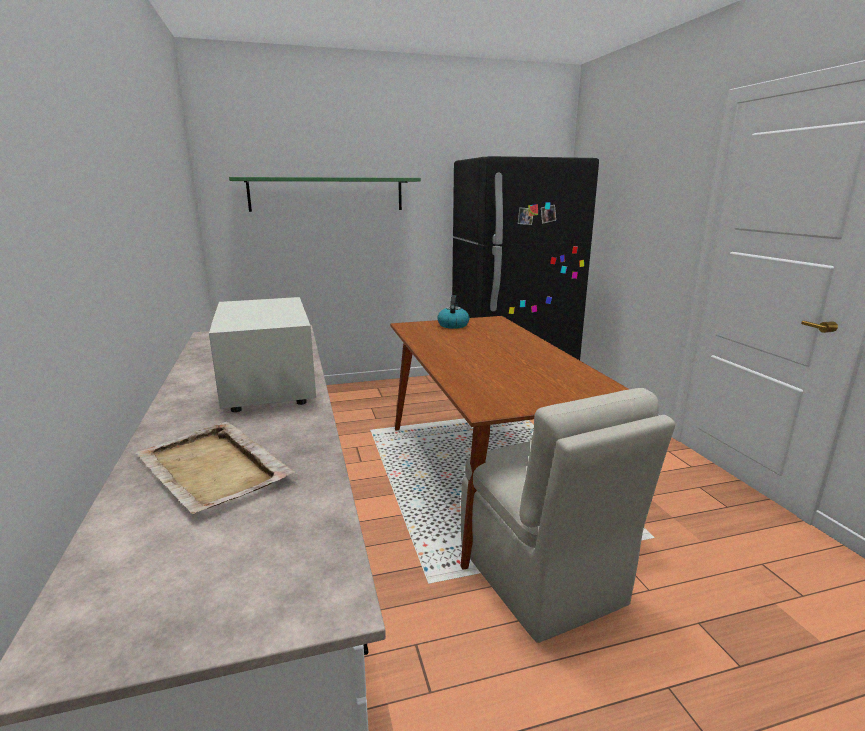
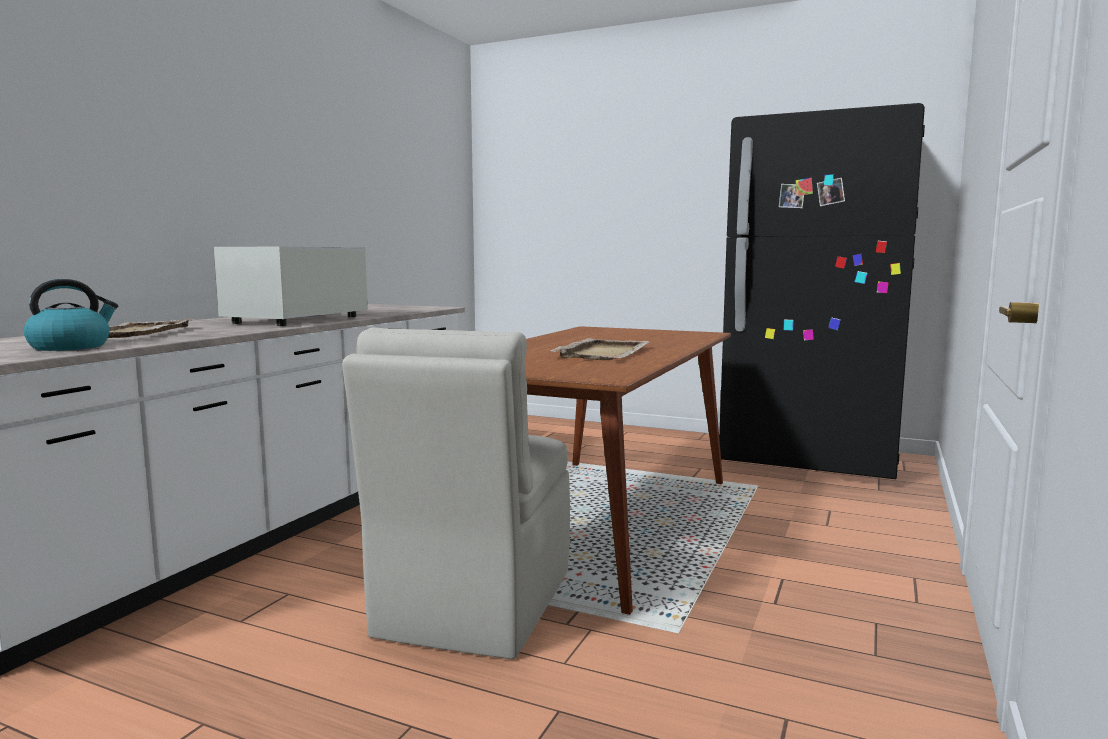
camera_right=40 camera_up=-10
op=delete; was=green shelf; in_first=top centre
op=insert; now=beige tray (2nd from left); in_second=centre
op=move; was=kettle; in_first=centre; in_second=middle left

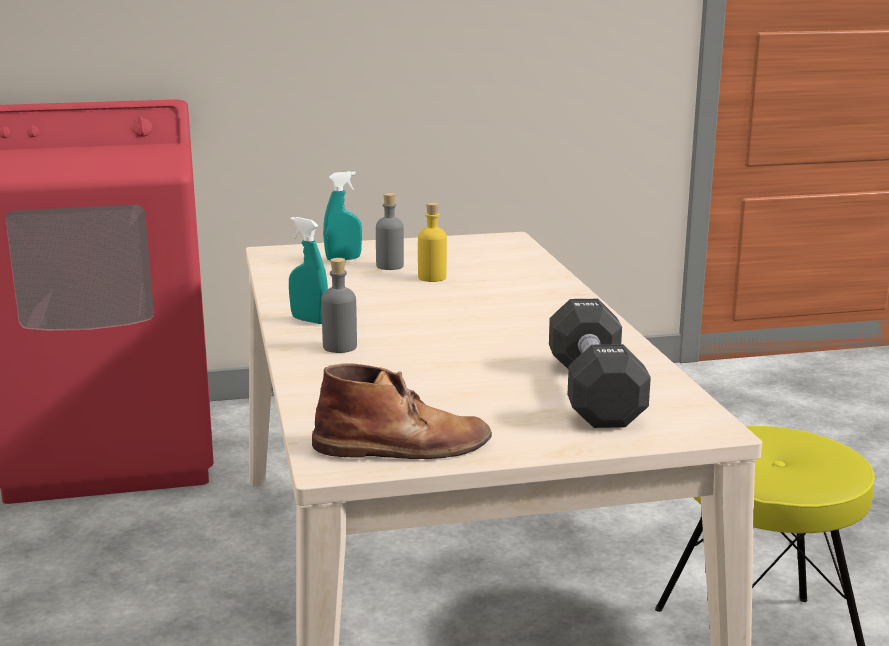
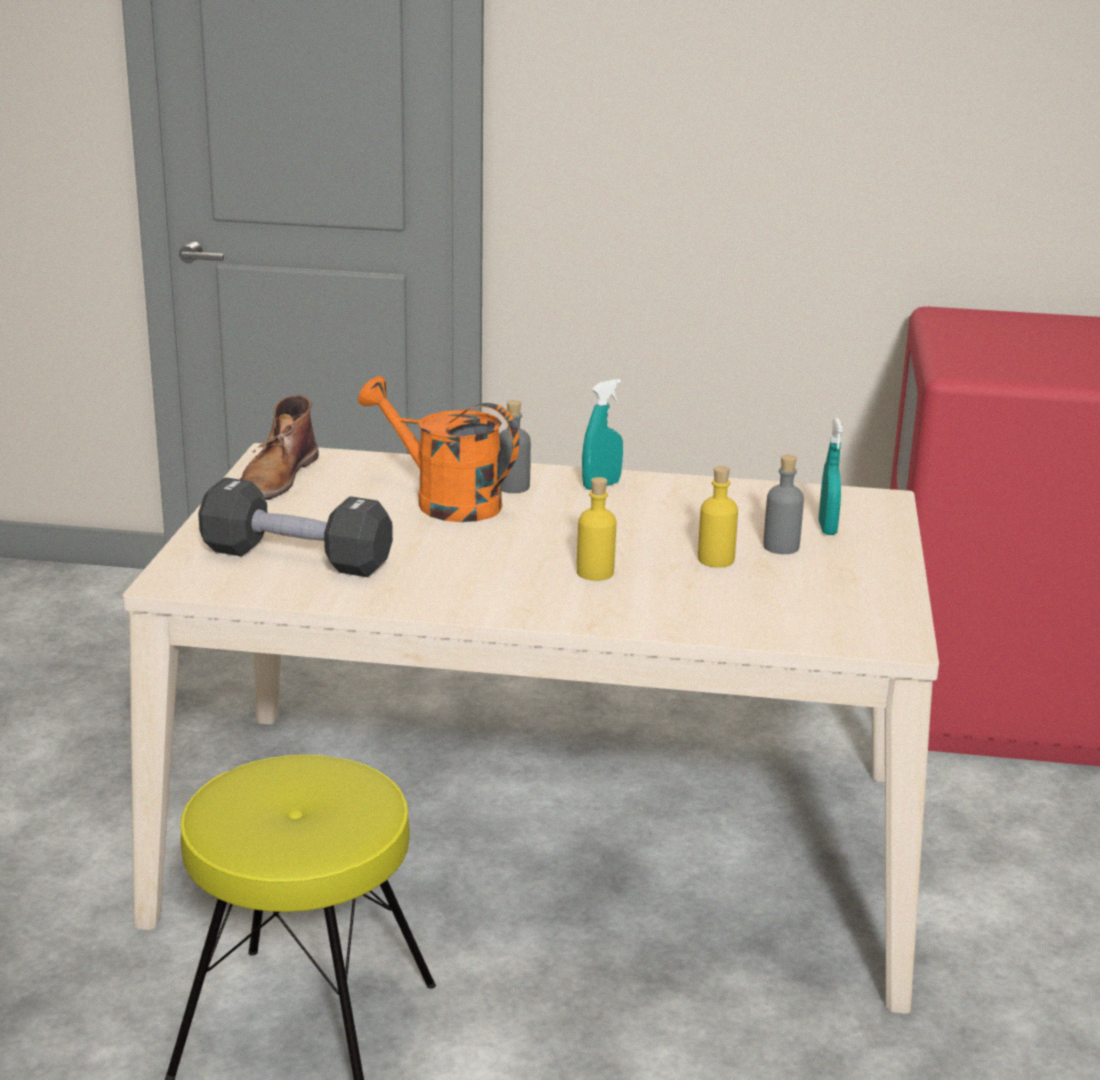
camera_right=110 camera_up=5
op=insert; now=orange watering can; in_second=centre
op=insert; now=yellow bottle (1st from left); in_second=centre

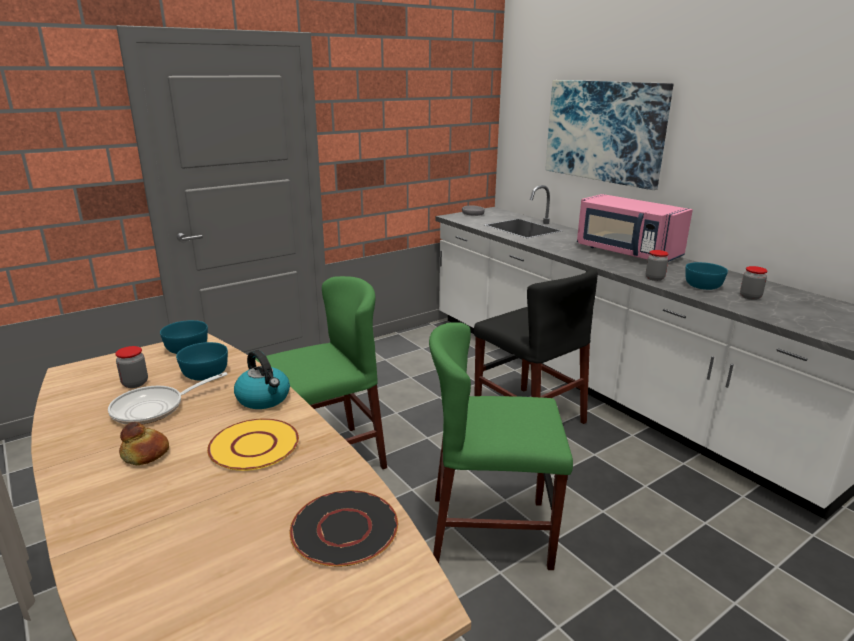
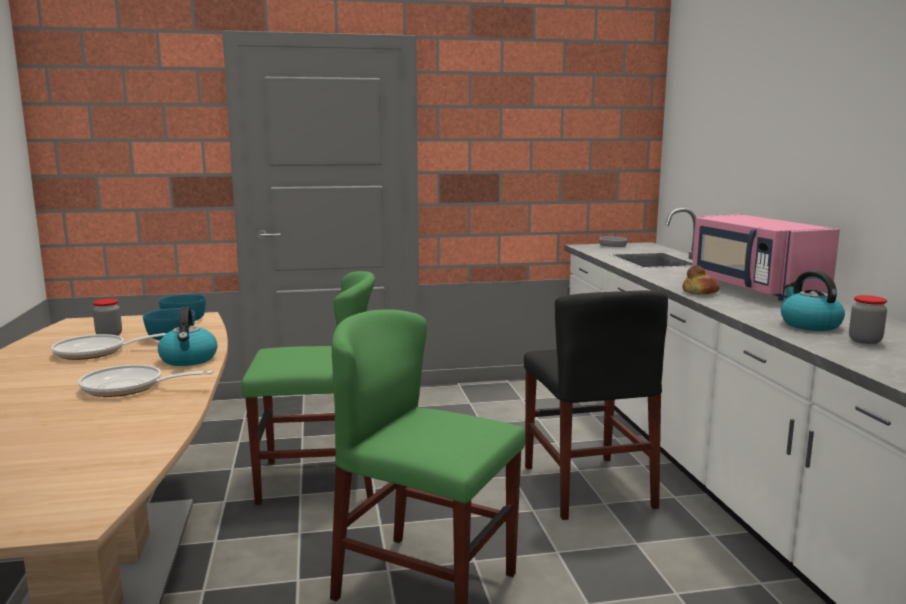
camera_right=25 camera_up=-10
op=delete; was=black plate; in_first=bottom centre
op=delete; was=picture; in_first=top right
op=delete; was=jar (2nd from left); in_first=middle right
op=move; was=bread; in_first=bottom left; in_second=middle right
op=replace; was=yellow plate; now=frying pan (2nd from left); in_first=bottom left; in_second=middle left
op=replace; was=turquoise bowl (3rd from left); now=kettle (2nd from left); in_first=middle right; in_second=middle right

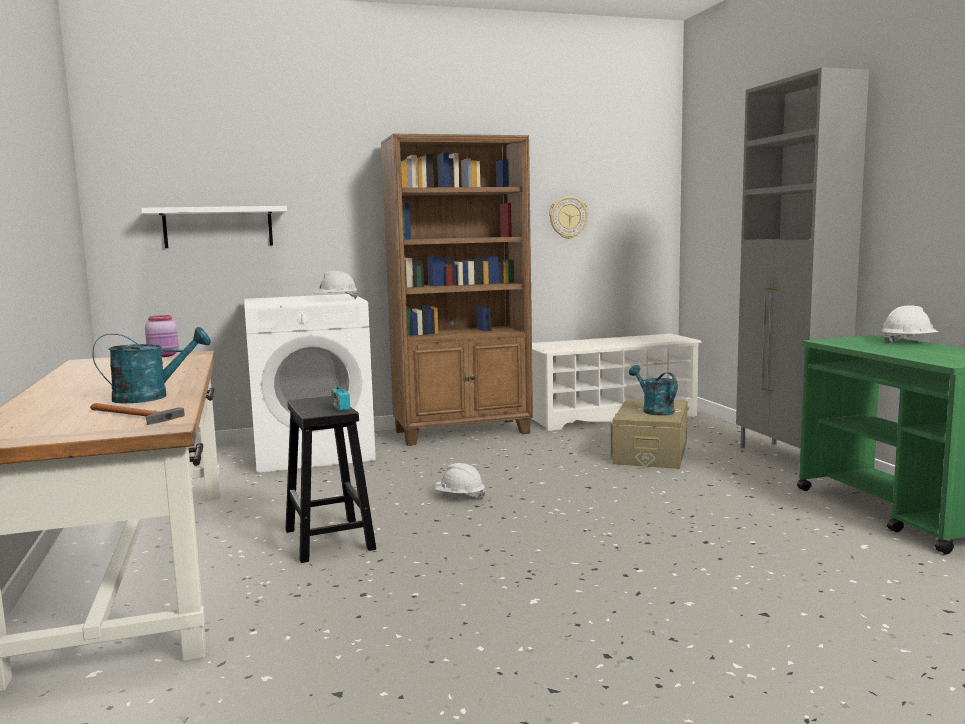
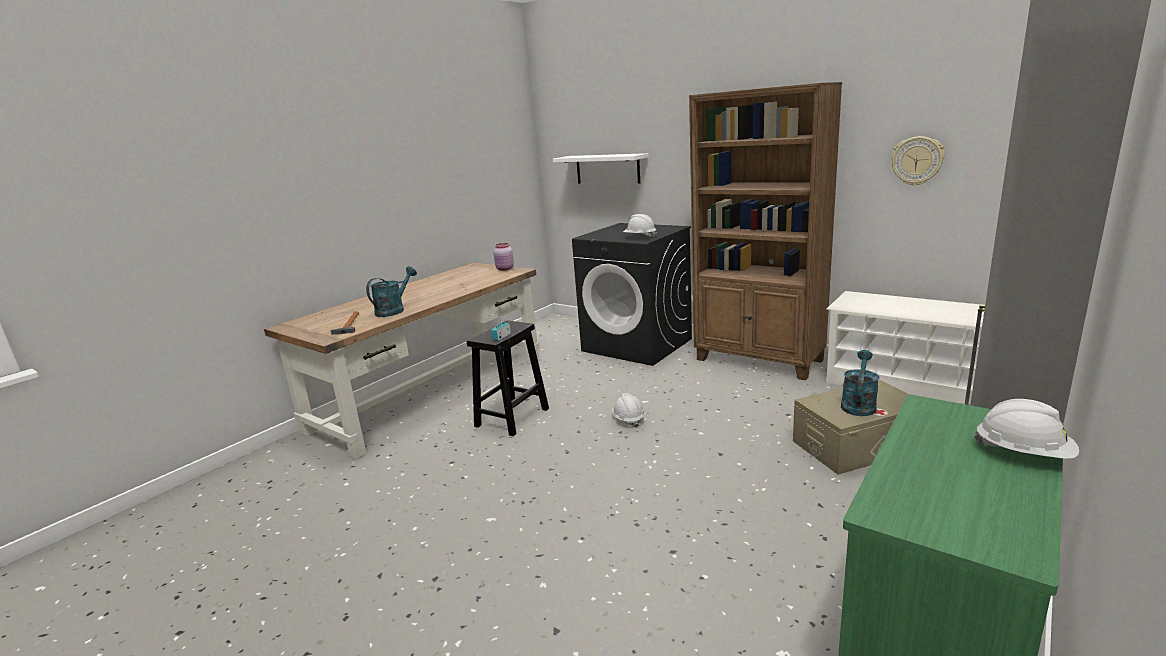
camera_right=55 camera_up=10
op=recolor; was=white washing machine; now=black washing machine; in_first=middle left; in_second=centre
op=rotate; was=turquoise watering can (1st from left); in_first=middle left; in_second=centre; clockwise=-90

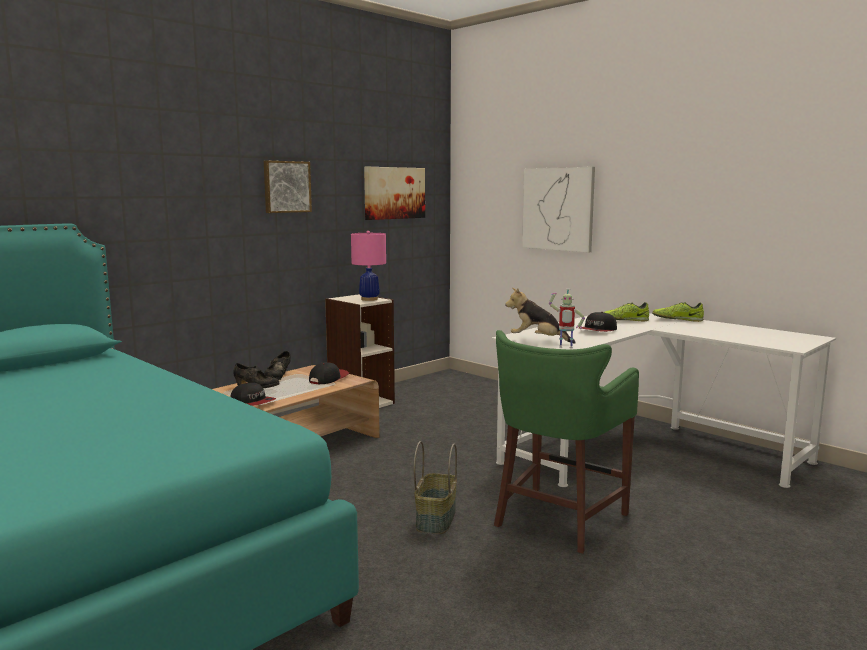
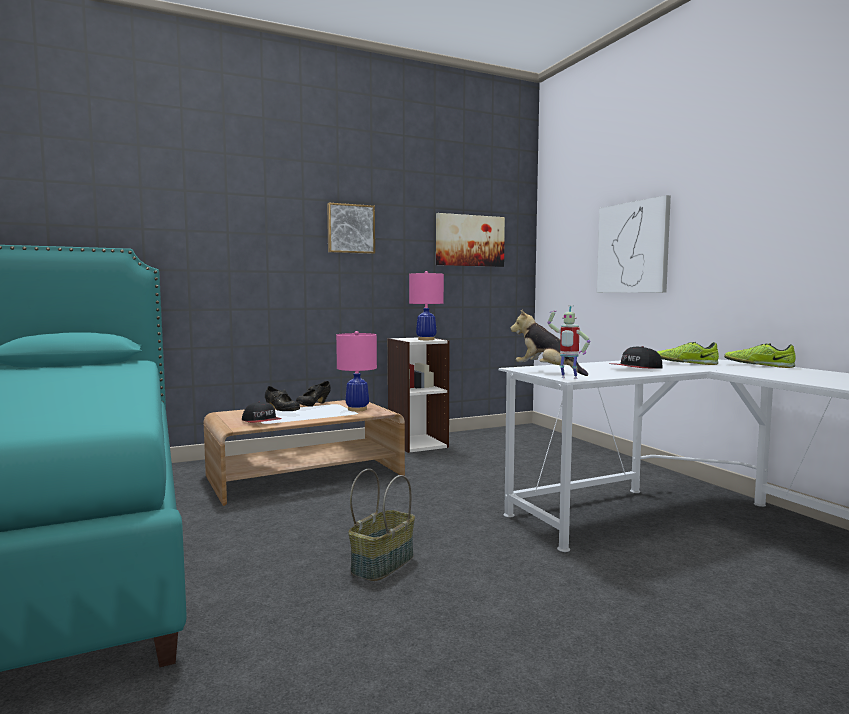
camera_right=20 camera_up=-5
op=delete; was=green stool; in_first=bottom centre
op=replace; was=cap (2nd from left); now=pink table lamp (1st from left); in_first=centre; in_second=centre

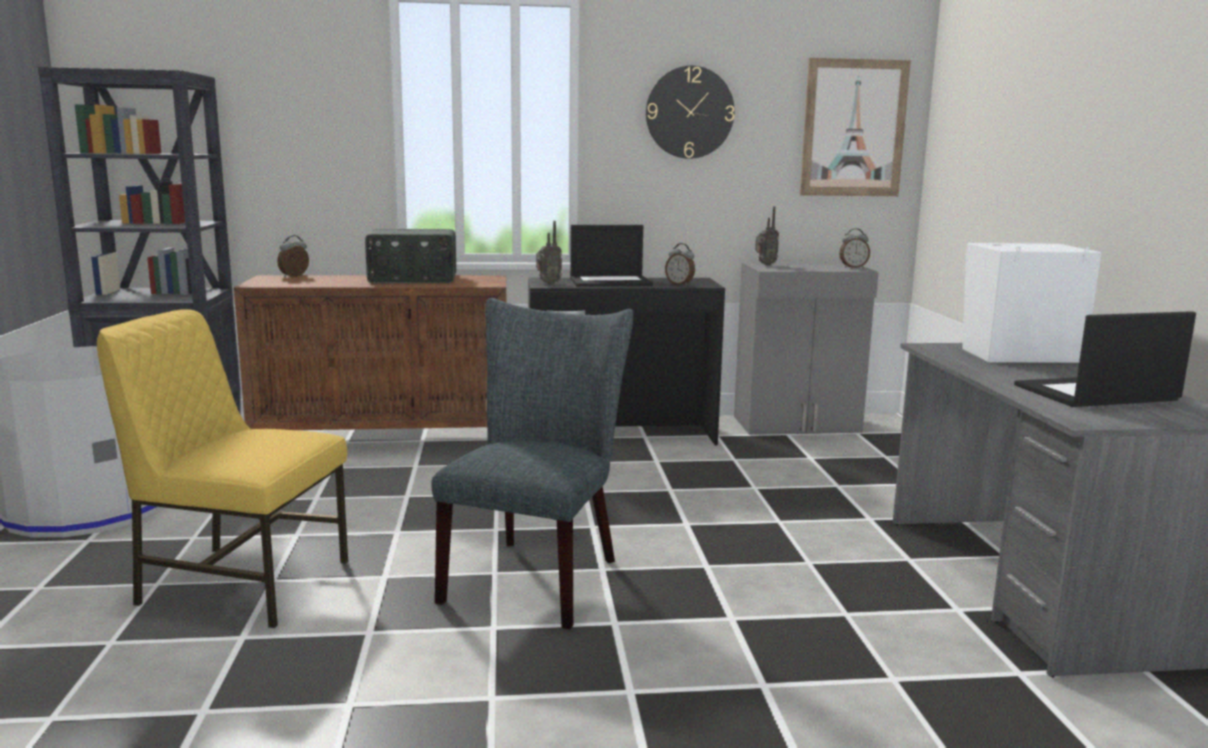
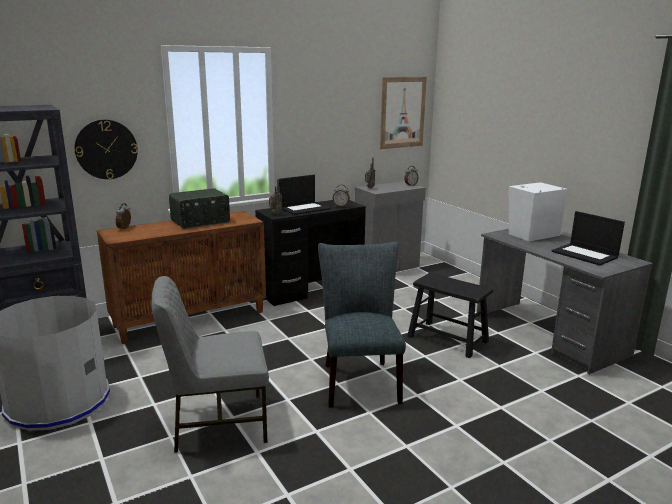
camera_right=-25 camera_up=5
op=insert; now=black stool; in_second=middle right
op=move; was=wall clock; in_first=top centre; in_second=top left
op=recolor; was=yellow chair; now=grey chair (1st from left); in_first=middle left; in_second=bottom left
op=rotate; was=laptop (2nd from left); in_first=middle right; in_second=middle right; clockwise=-90

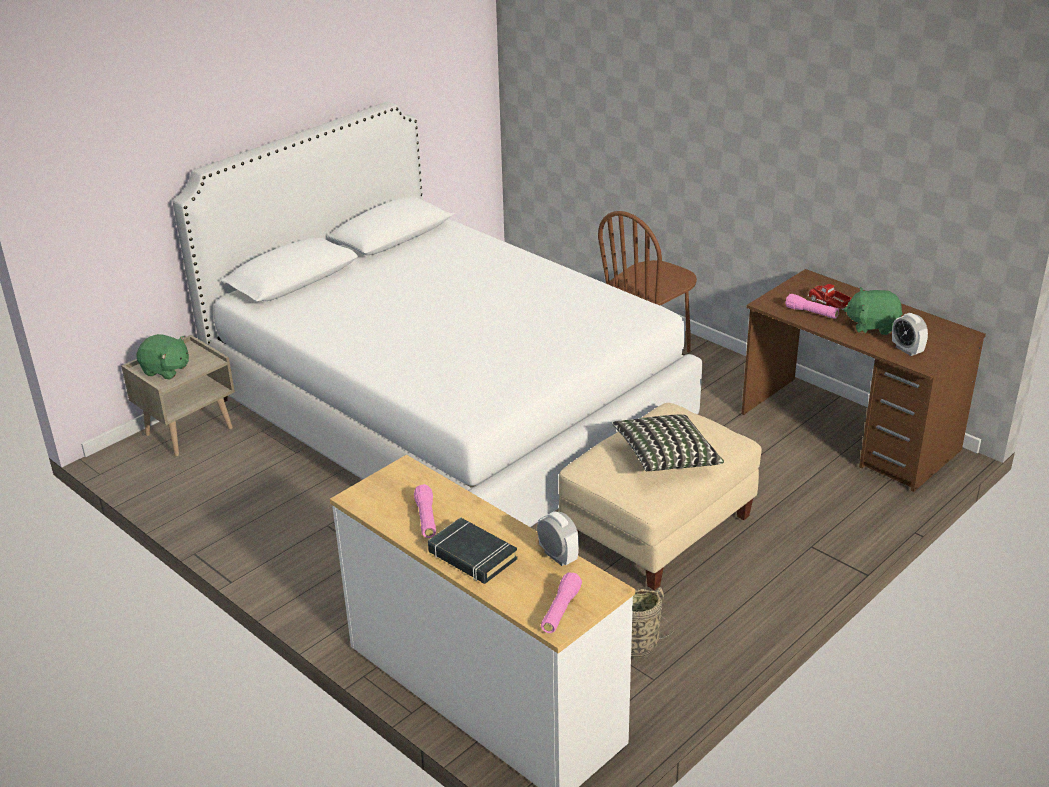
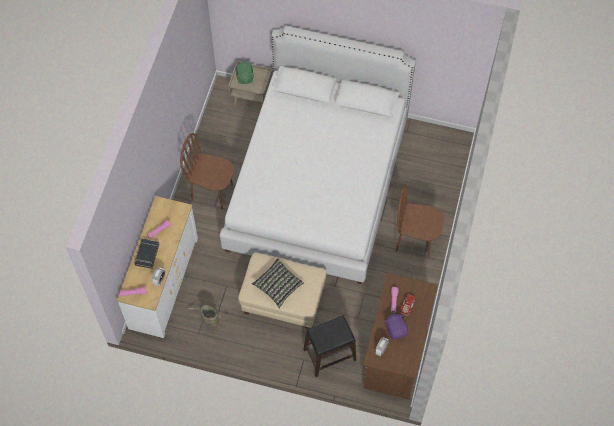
camera_right=60 camera_up=30
op=insert; now=brown chair (1st from left); in_second=centre
op=insert; now=black stool; in_second=bottom centre
op=recolor; was=green plush toy (2nd from left); now=purple plush toy; in_first=middle right; in_second=bottom centre

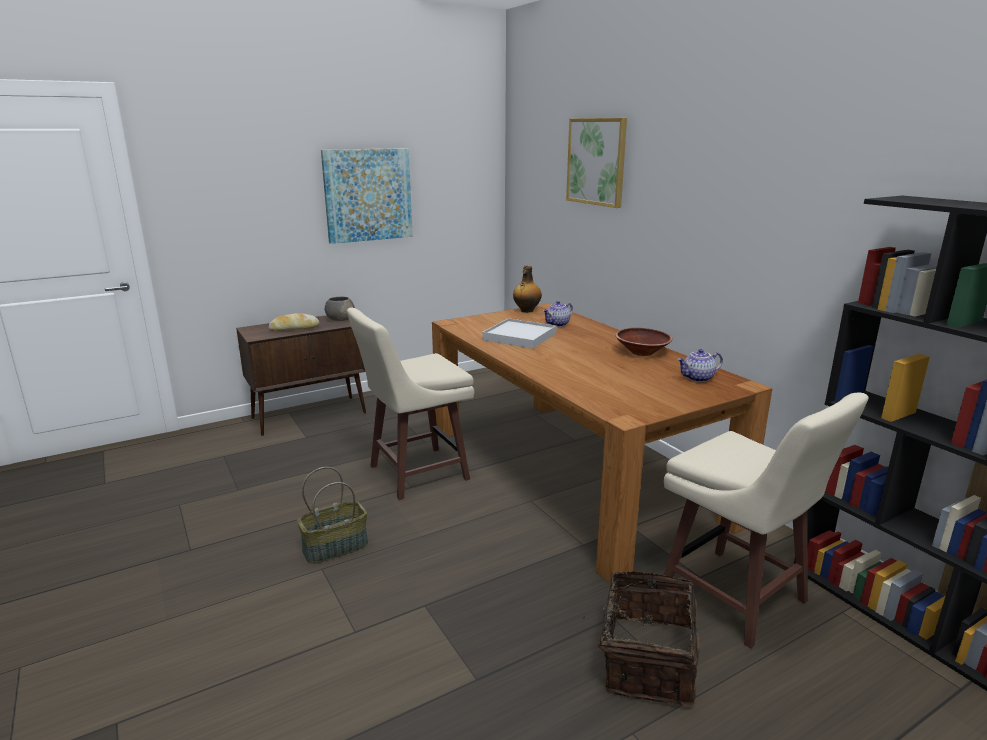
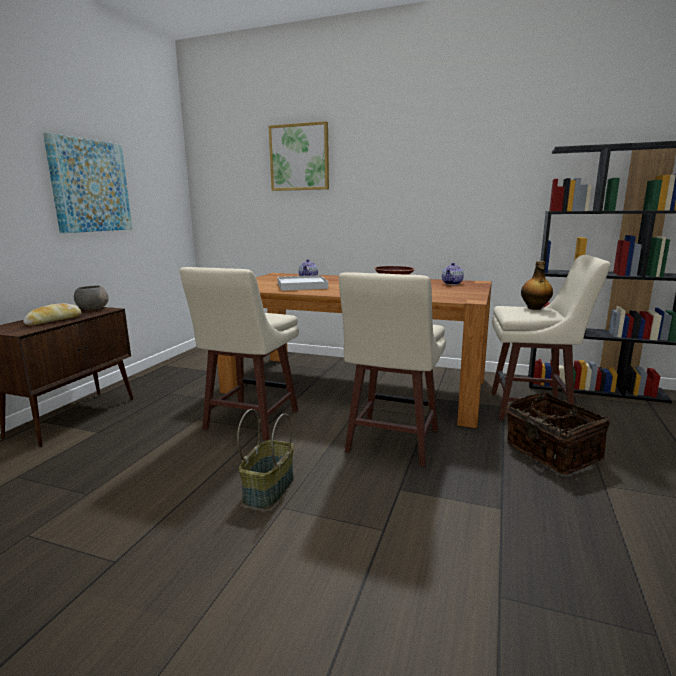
camera_right=-40 camera_up=-5
op=insert; now=beige stool (2nd from left); in_second=centre
op=move; was=bottle; in_first=centre; in_second=middle right

